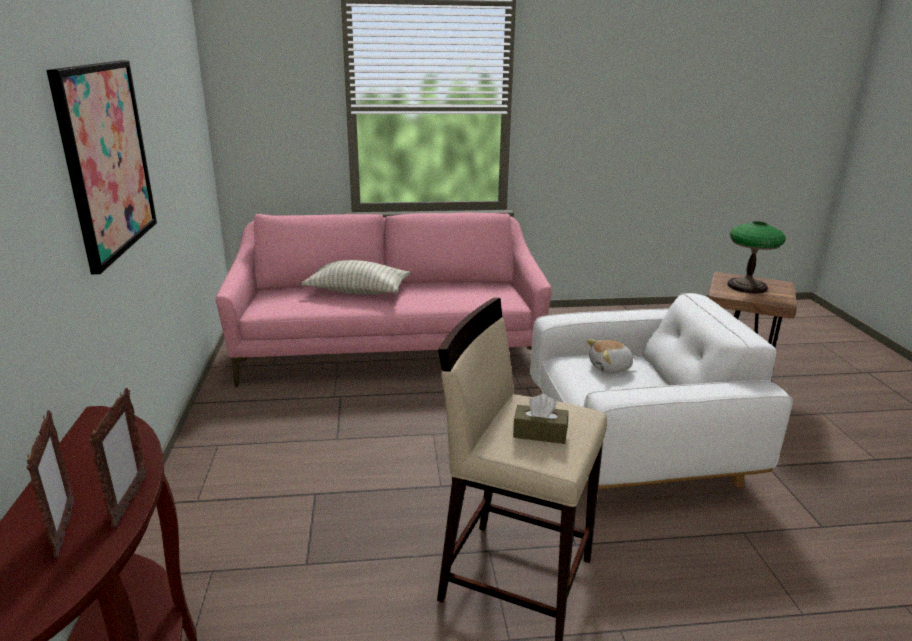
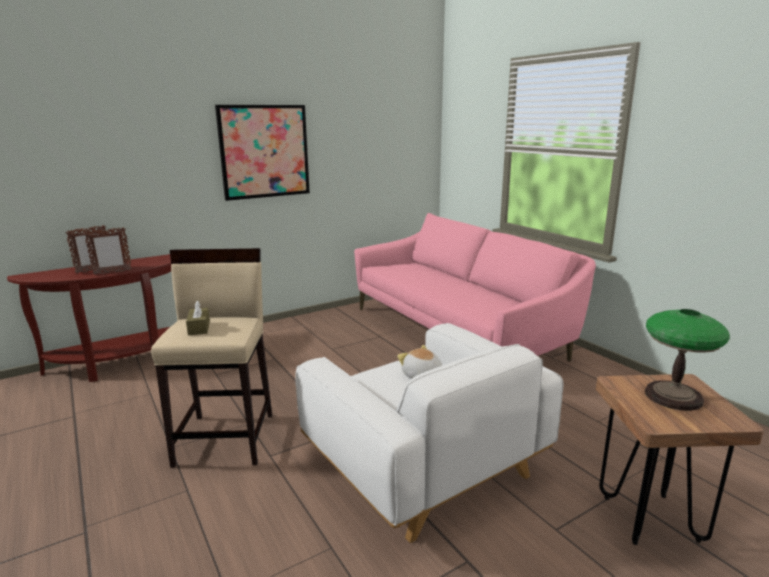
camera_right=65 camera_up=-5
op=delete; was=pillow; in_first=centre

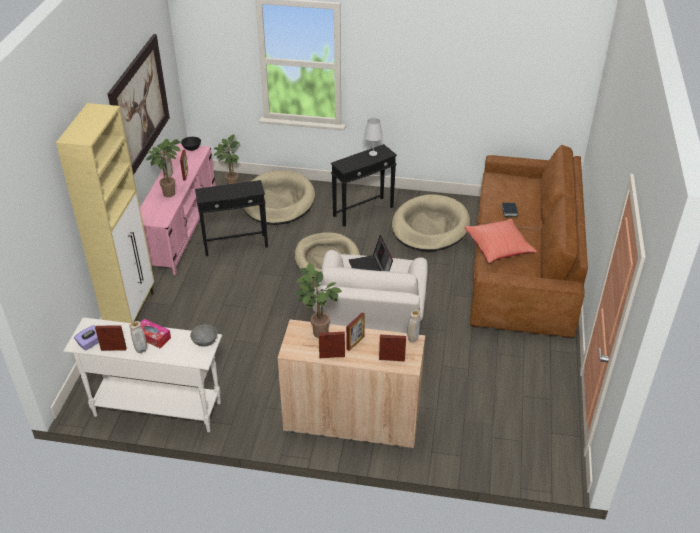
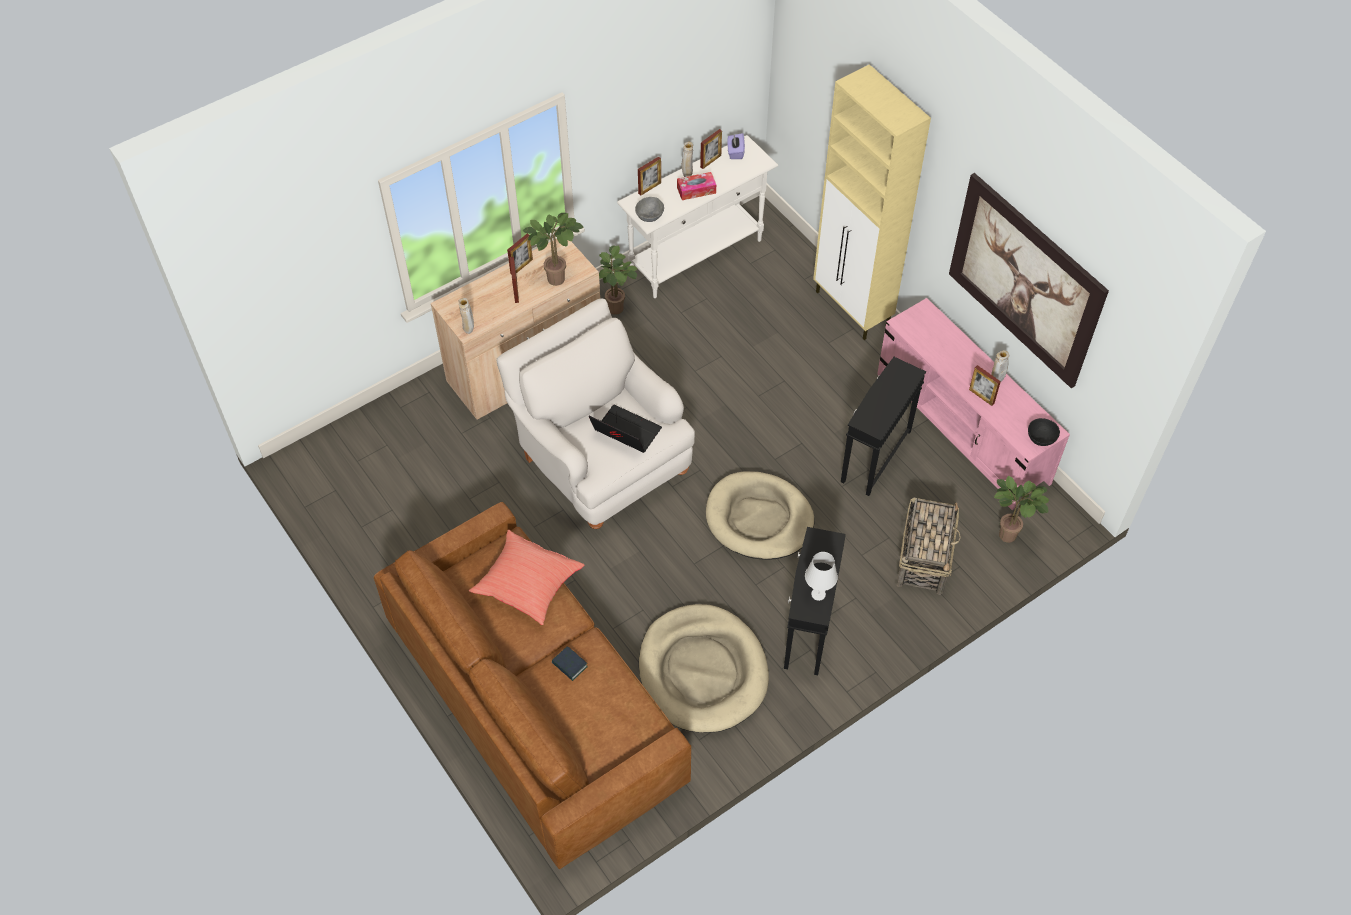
camera_right=135 camera_up=15
op=move; was=potted plant (1st from left in the first image); now=potted plant (2nd from left); in_first=top left; in_second=top centre
op=move; was=picture frame (5th from left in the first image); now=picture frame (3rd from left); in_first=centre; in_second=top centre
op=replace; was=beige dog bed (1st from left); now=basket; in_first=centre; in_second=middle right

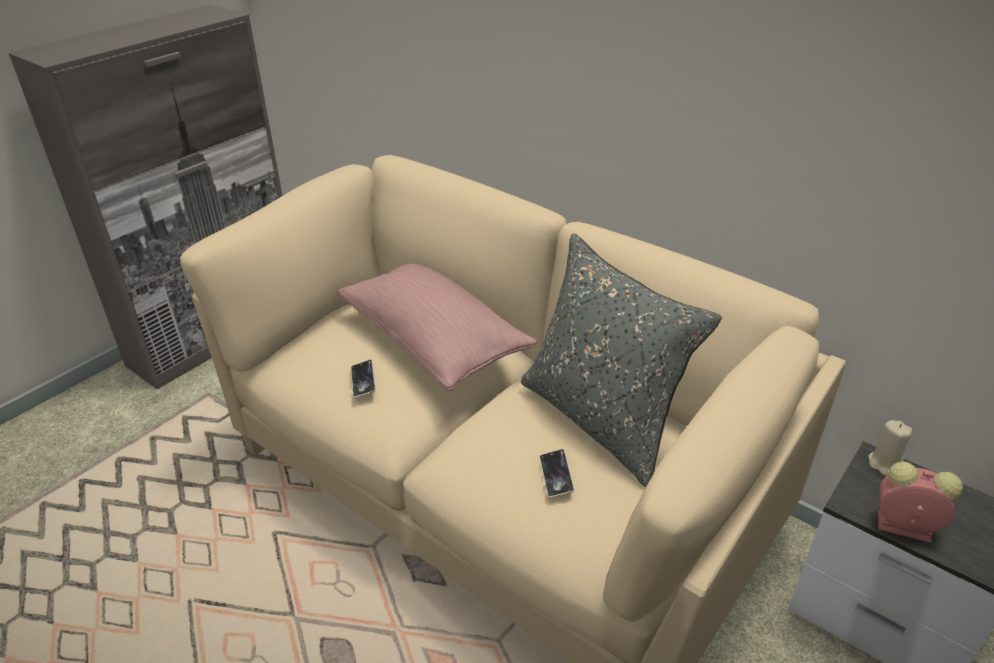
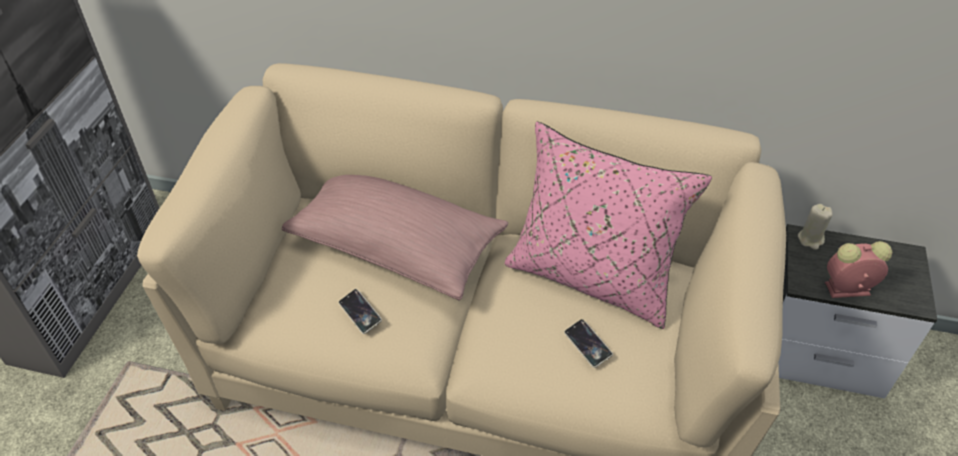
camera_right=-25 camera_up=10
op=recolor; was=grey pillow; now=pink pillow (2nd from left); in_first=centre; in_second=centre

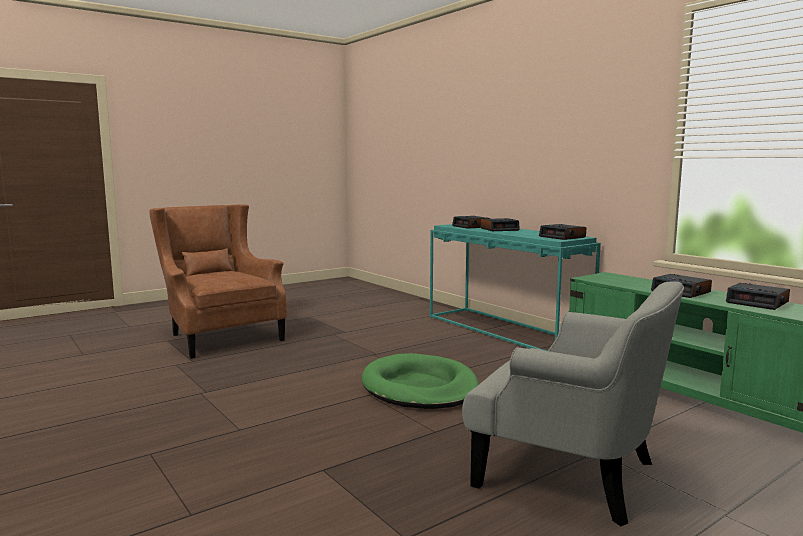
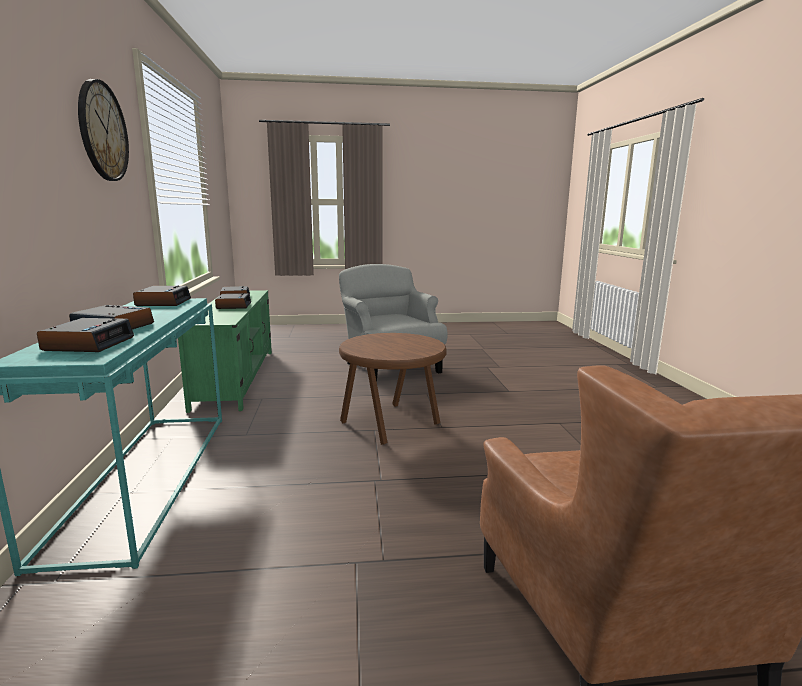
camera_right=-150 camera_up=5
op=insert; now=wall clock; in_second=top left
op=replace; was=green dog bed; now=brown side table; in_first=bottom centre; in_second=centre

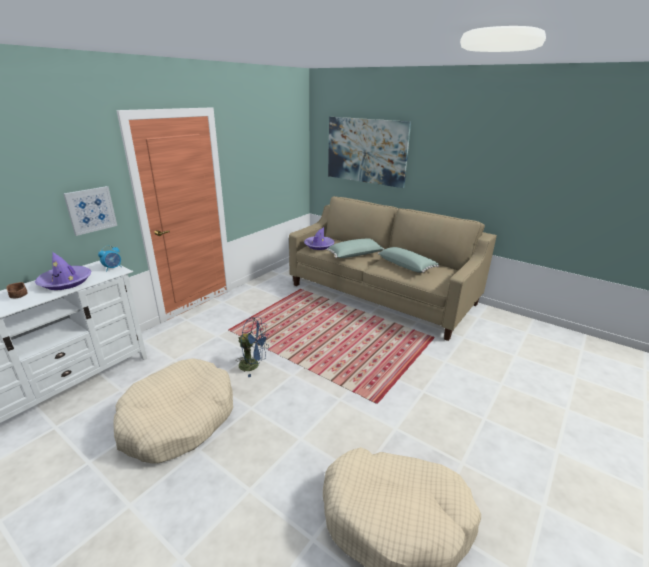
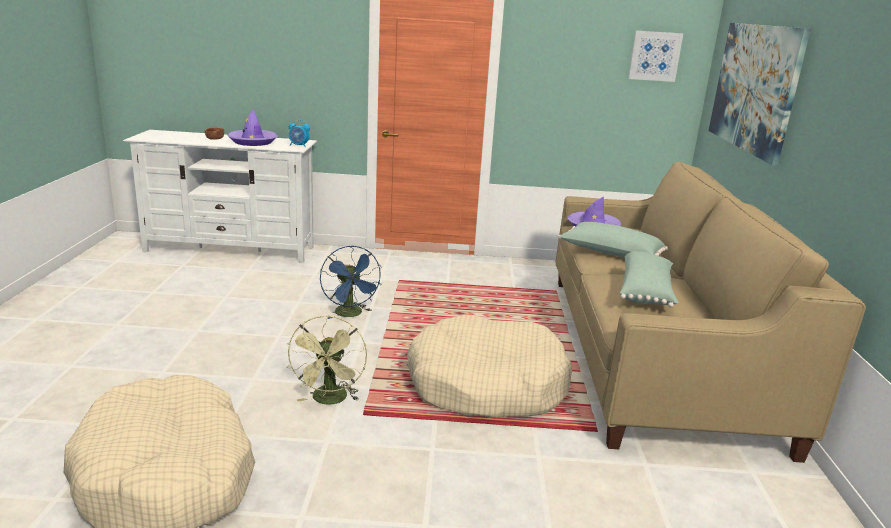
camera_right=55 camera_up=-5
op=insert; now=green fan; in_second=bottom centre
op=move; was=picture (1st from left); in_first=middle left; in_second=top right
op=move; was=beige dog bed (1st from left in the first image); now=beige dog bed (2nd from left); in_first=bottom left; in_second=bottom centre

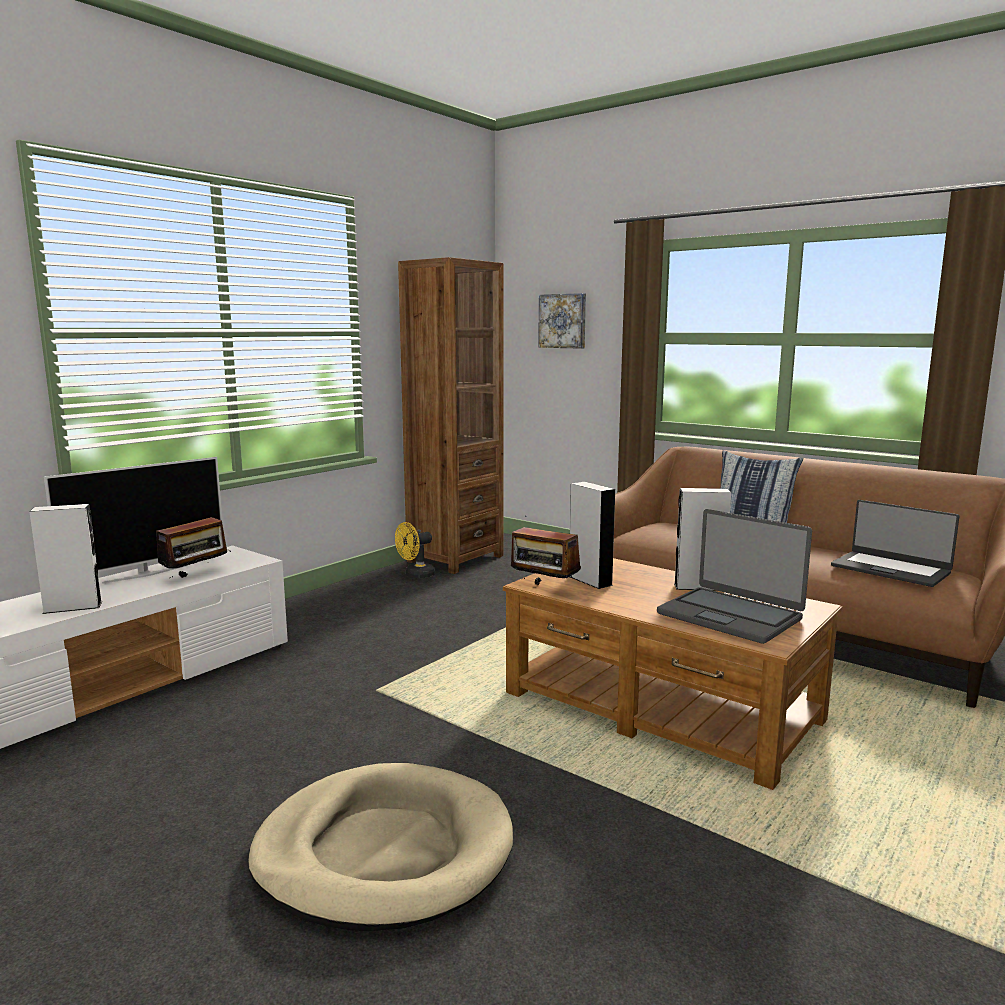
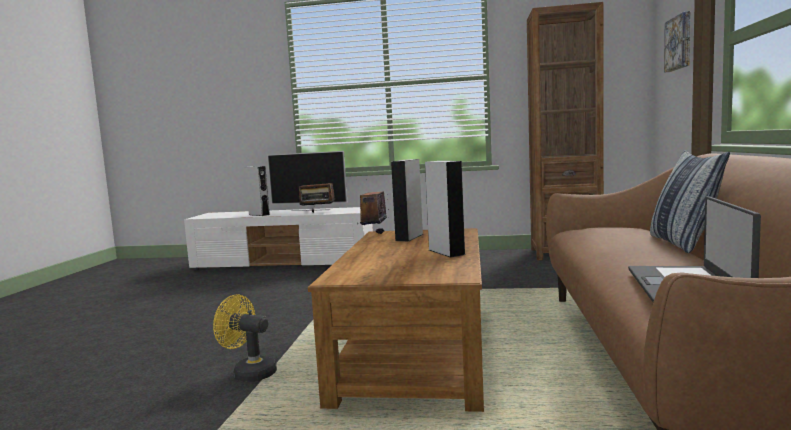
camera_right=60 camera_up=-5
op=delete; was=beige dog bed; in_first=bottom centre
op=delete; was=laptop (1st from left); in_first=middle right
op=move; was=yellow fan; in_first=centre; in_second=bottom left

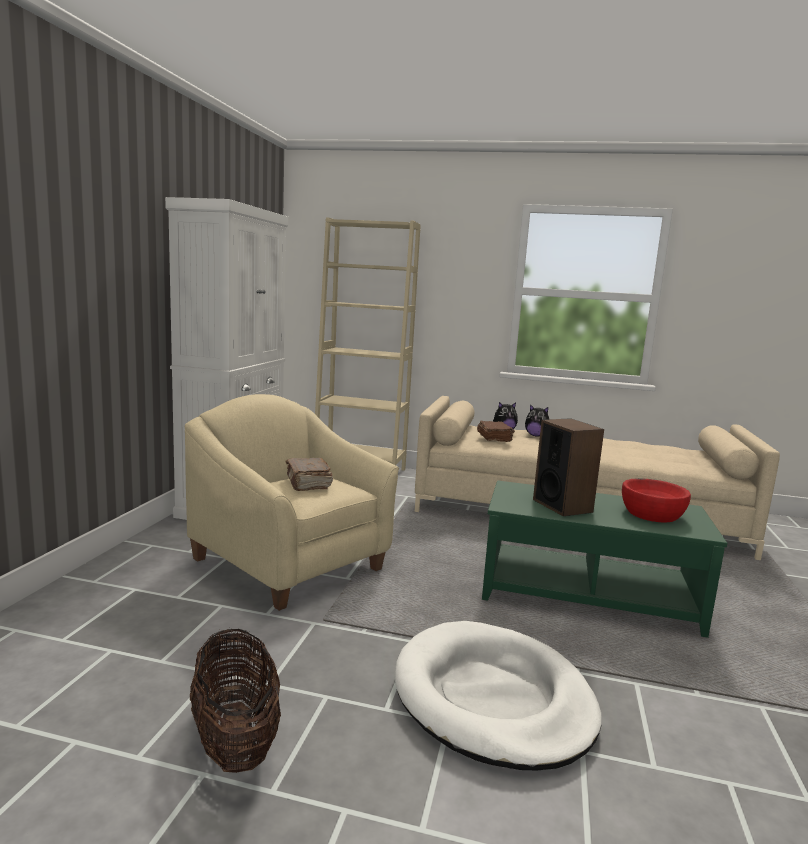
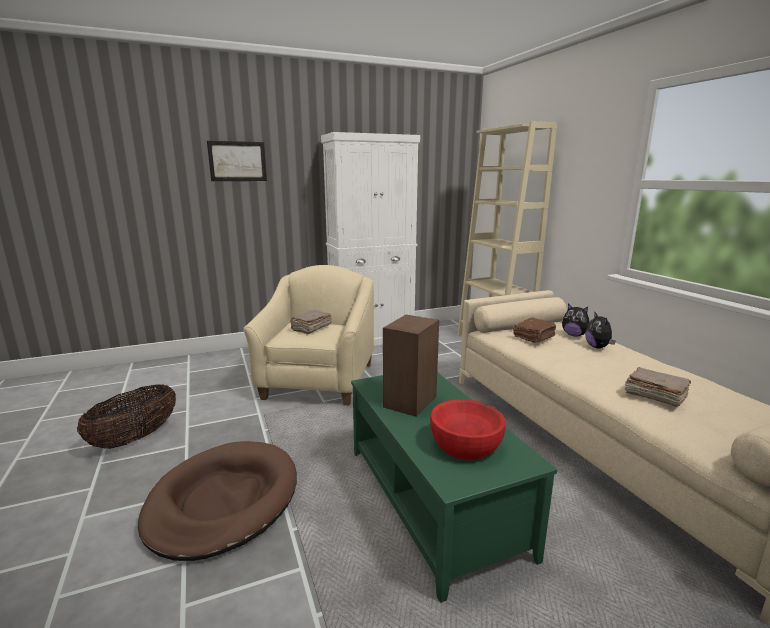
camera_right=55 camera_up=5
op=insert; now=picture; in_second=top left
op=insert; now=brown book (3rd from left); in_second=middle right
op=recolor; was=white dog bed; now=brown dog bed; in_first=bottom centre; in_second=bottom left

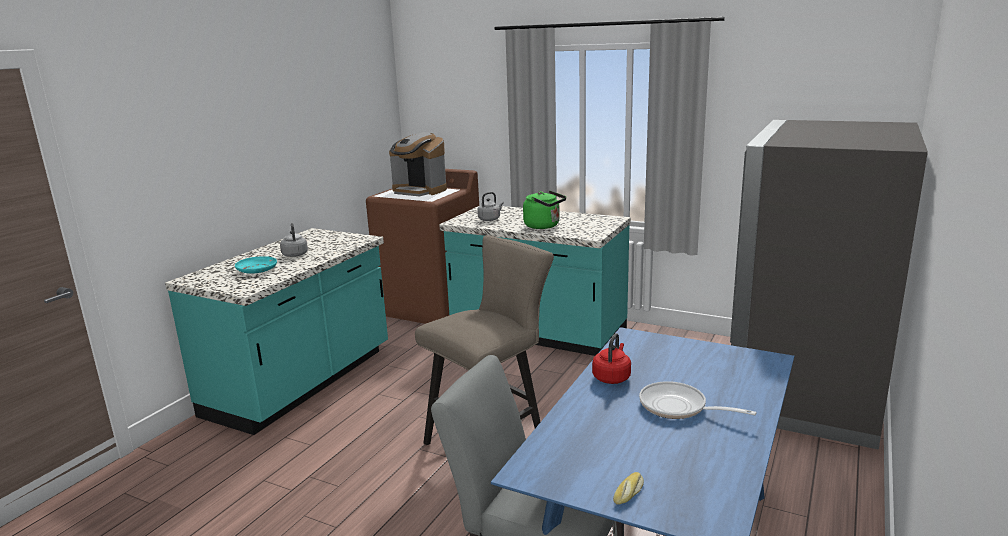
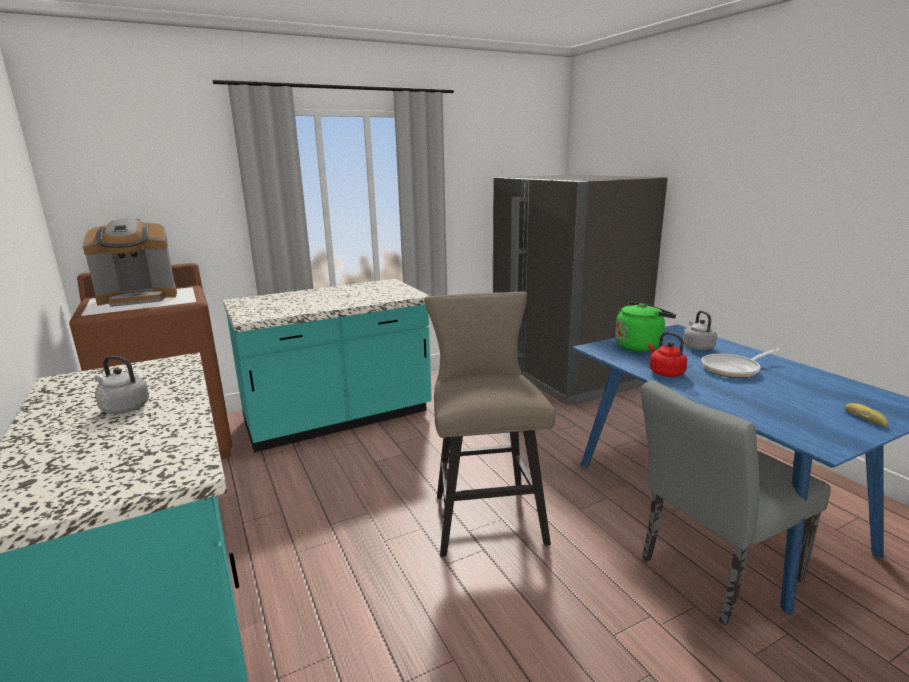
camera_right=-55 camera_up=0
op=delete; was=turquoise plate; in_first=middle left
op=move; was=grey kettle (2nd from left); in_first=centre; in_second=middle right
op=move; was=green kettle; in_first=centre; in_second=middle right

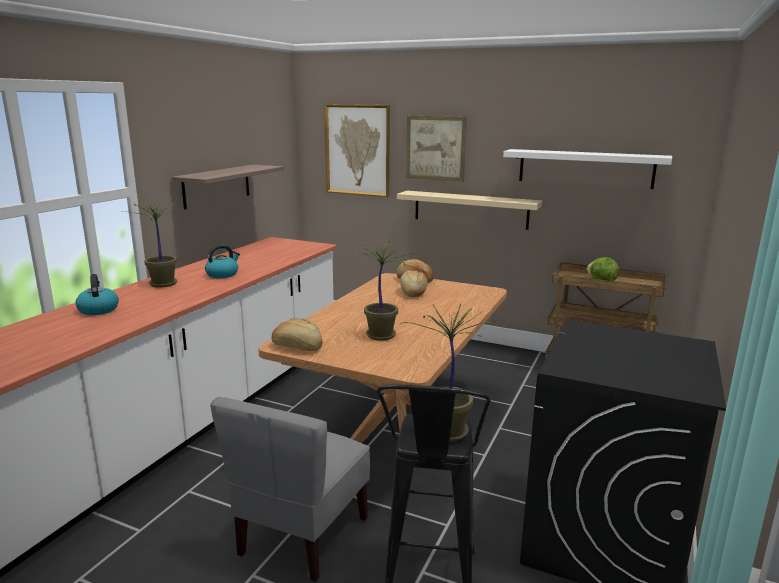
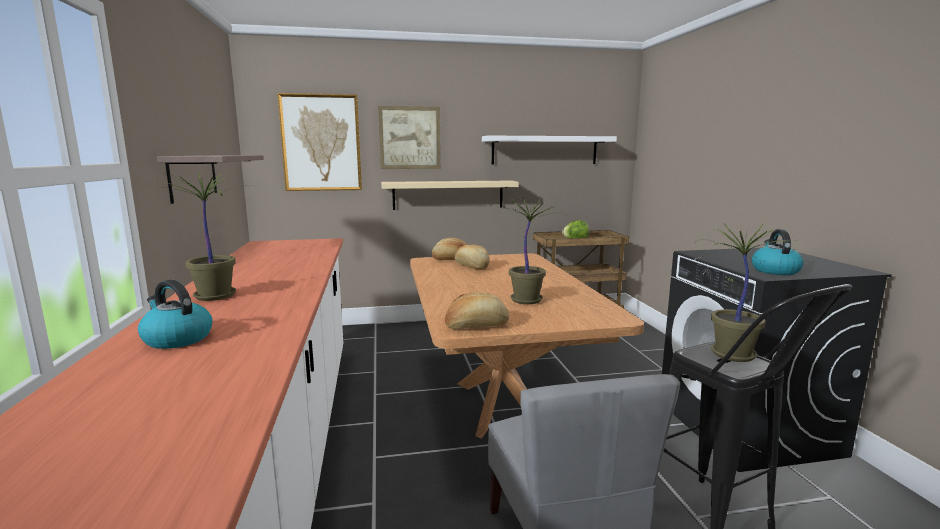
camera_right=-35 camera_up=-5
op=move; was=kettle (2nd from left); in_first=middle left; in_second=middle right

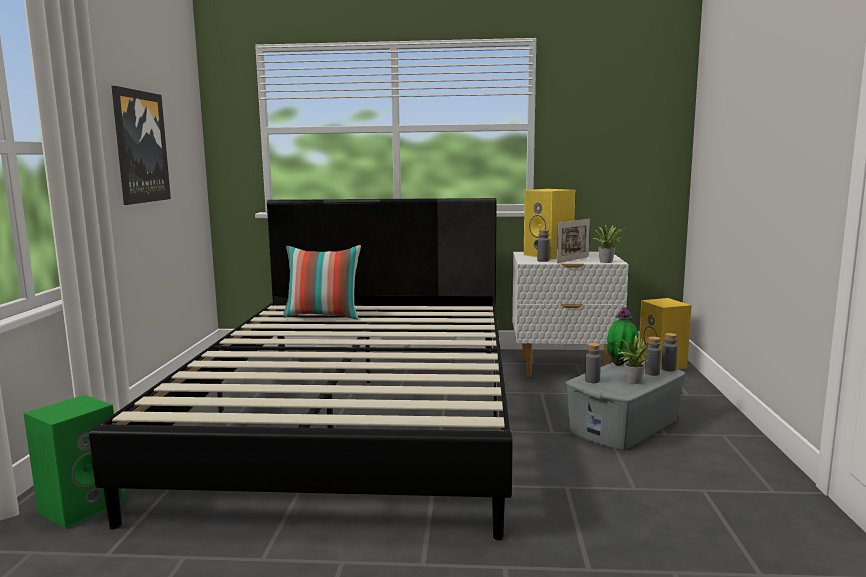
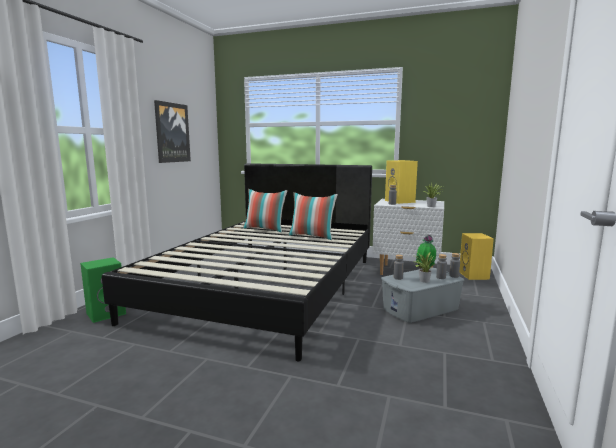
camera_right=15 camera_up=0
op=delete; was=picture frame; in_first=centre
op=insert; now=pillow (2nd from left); in_second=centre

